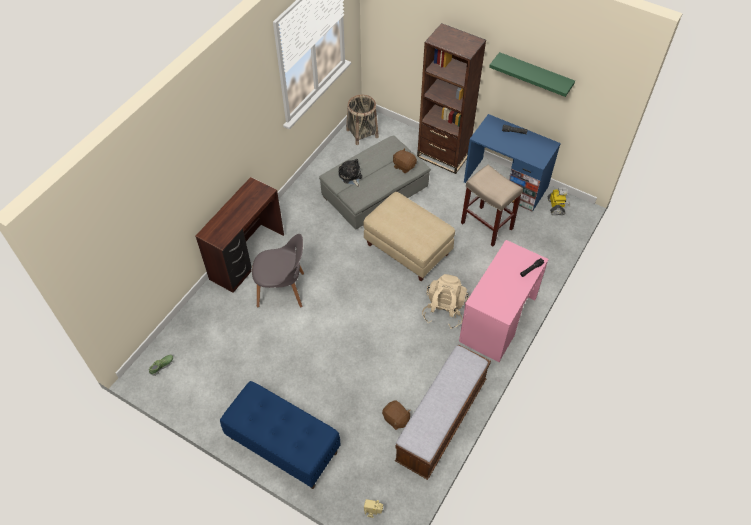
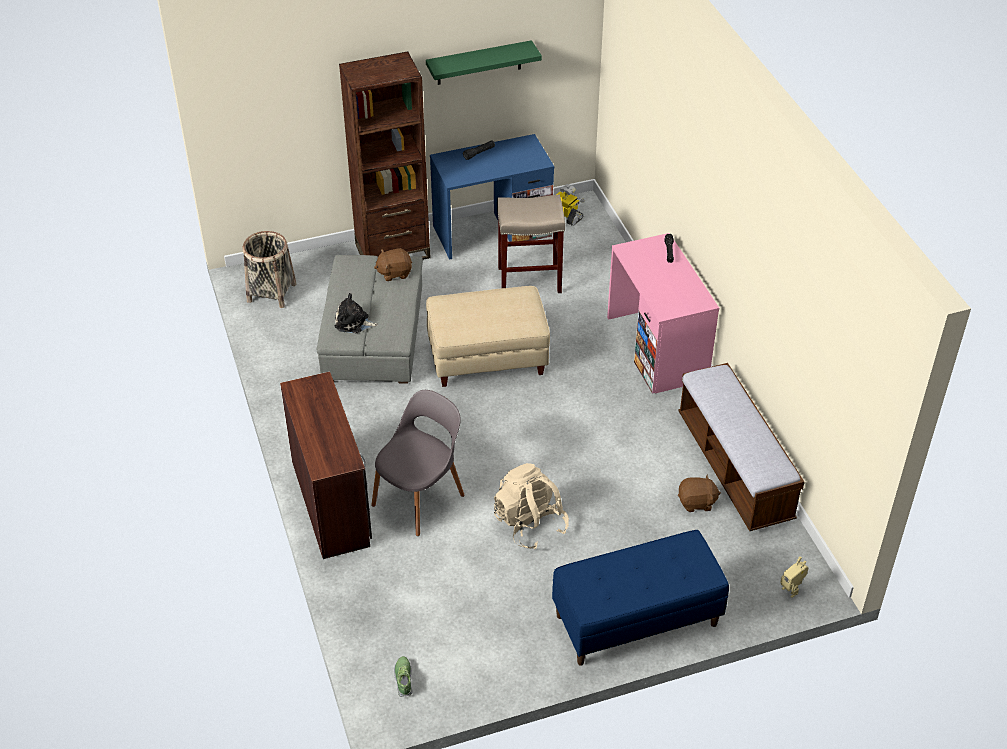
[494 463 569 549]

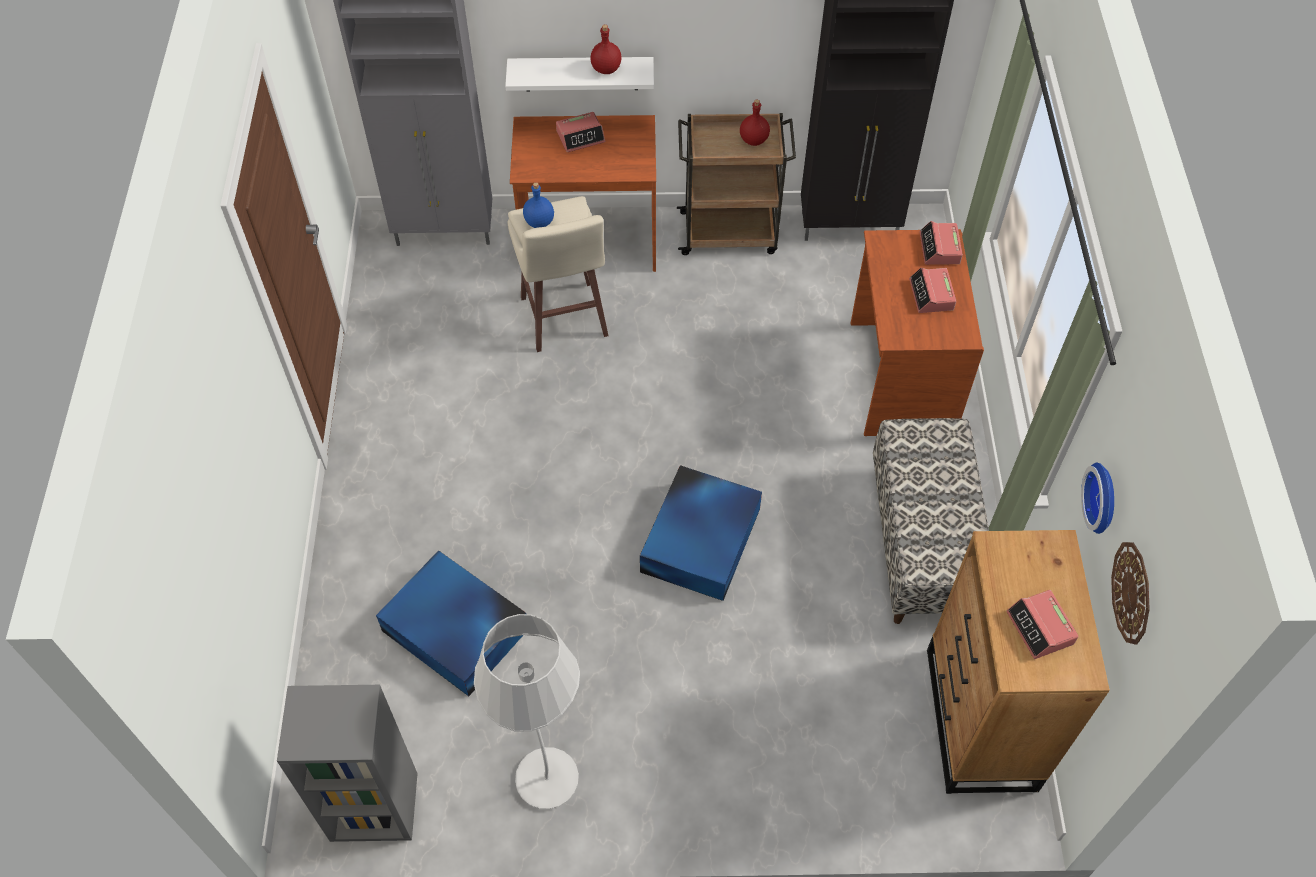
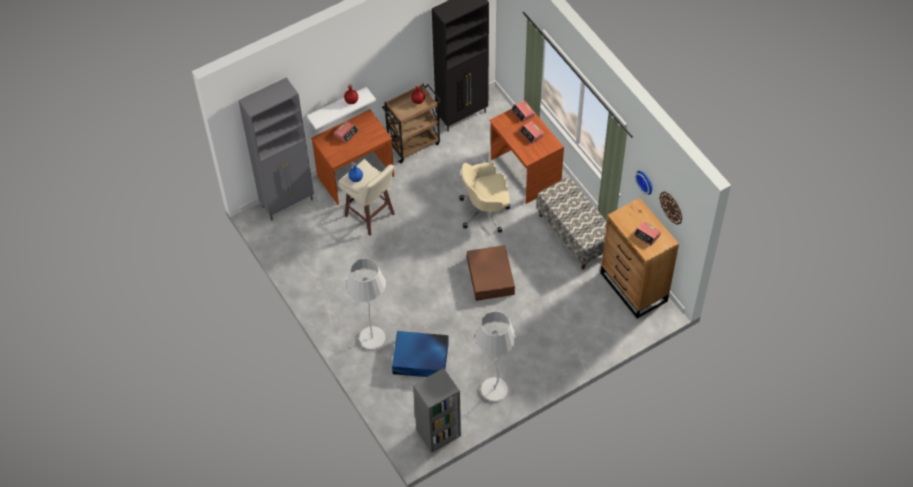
[346 258 386 349]
[459 162 510 233]
[467 245 515 301]

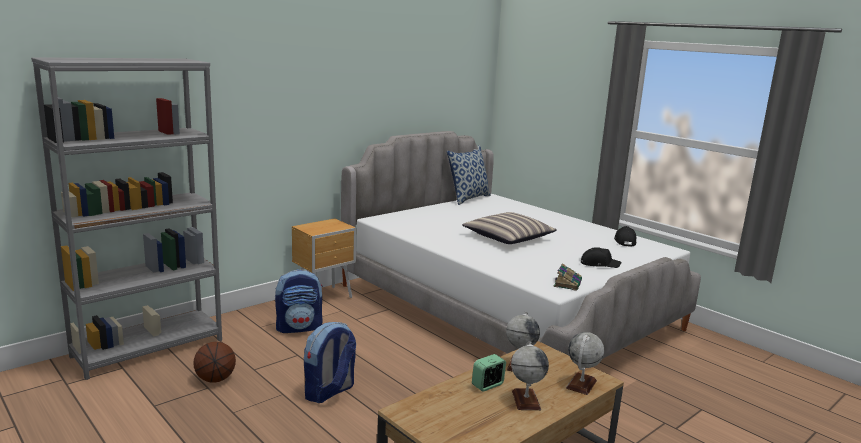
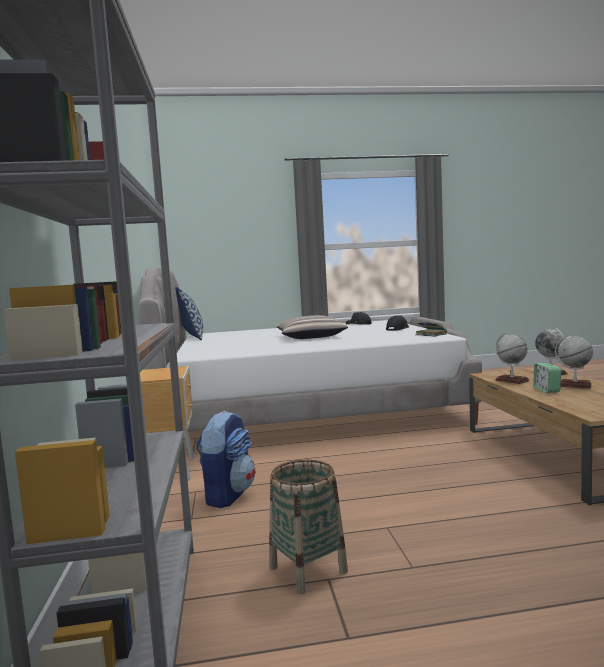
[269 460 348 594]
[304 322 356 403] (first image)

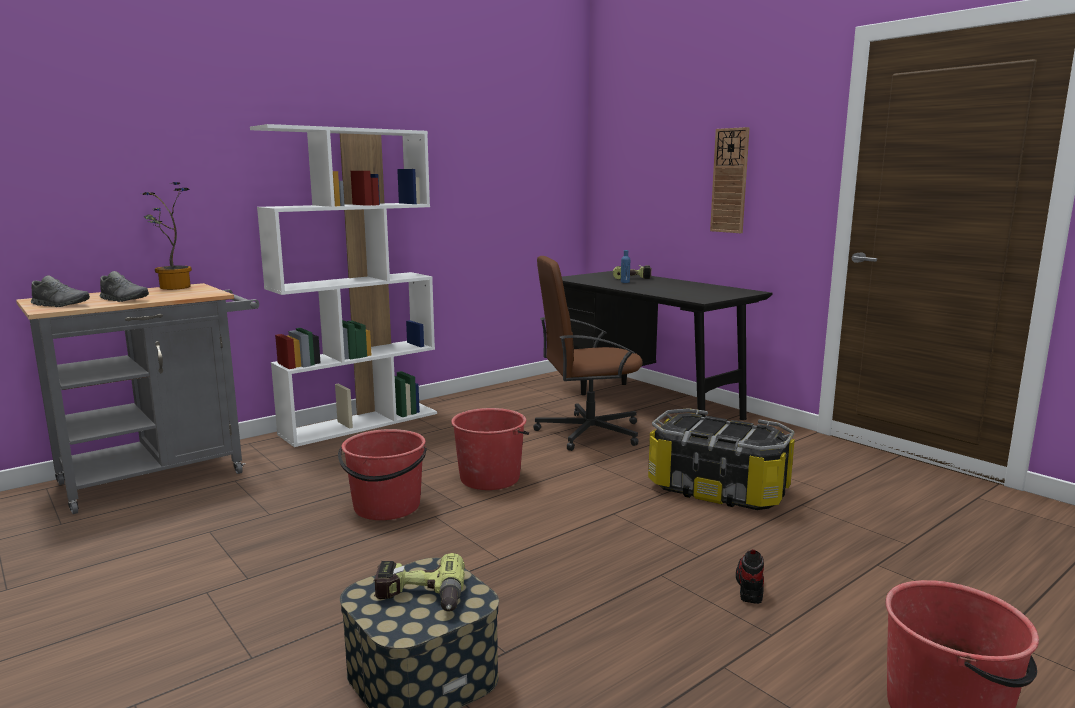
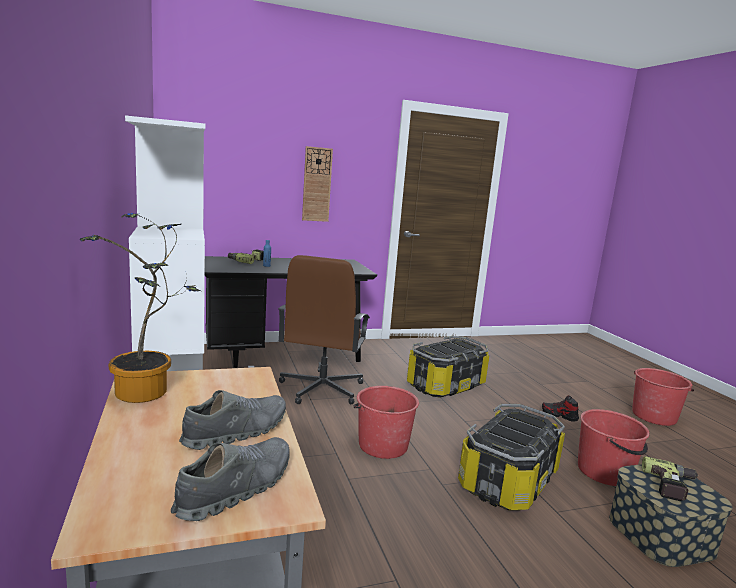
[458 404 565 510]
[578 409 650 486]

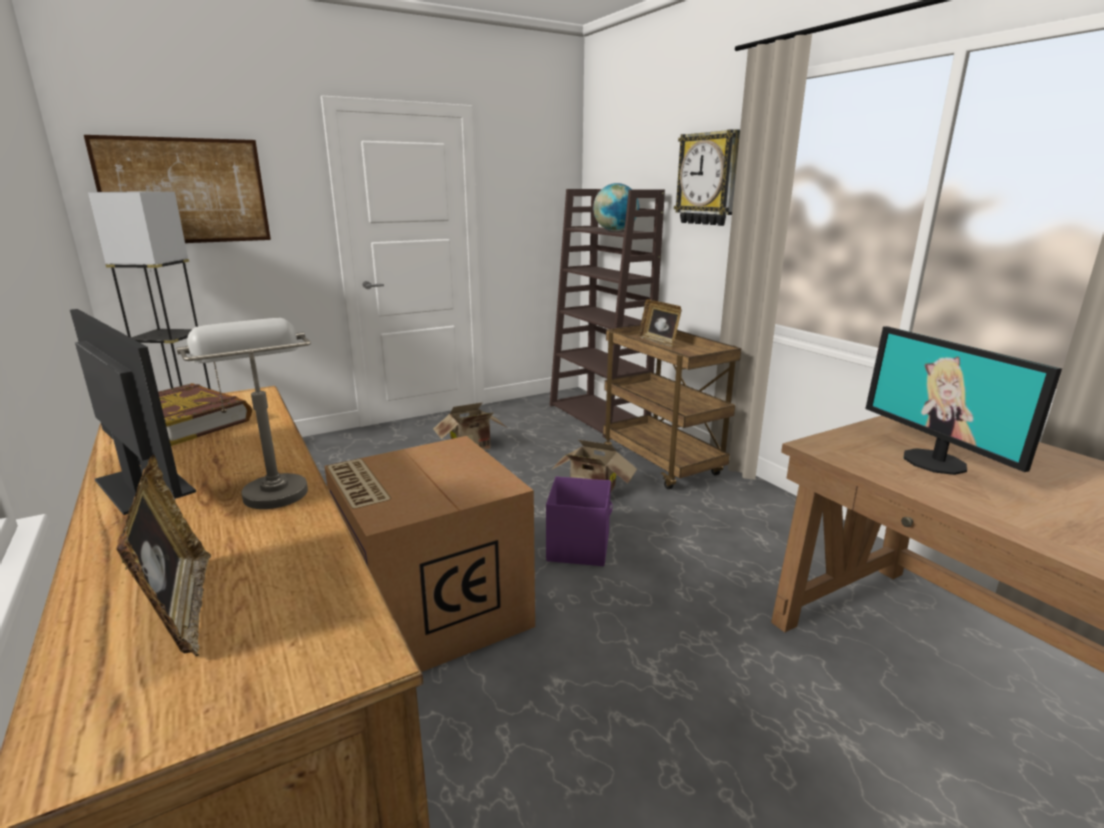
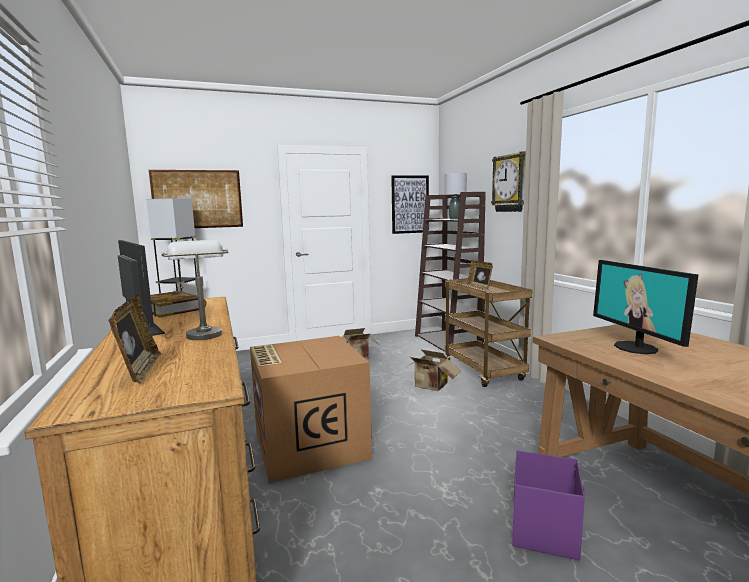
[391 175 429 234]
[445 173 467 220]
[512 450 585 560]

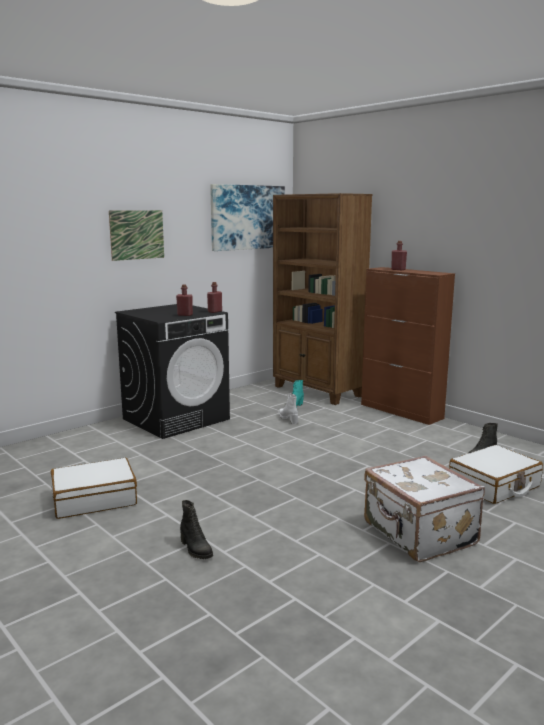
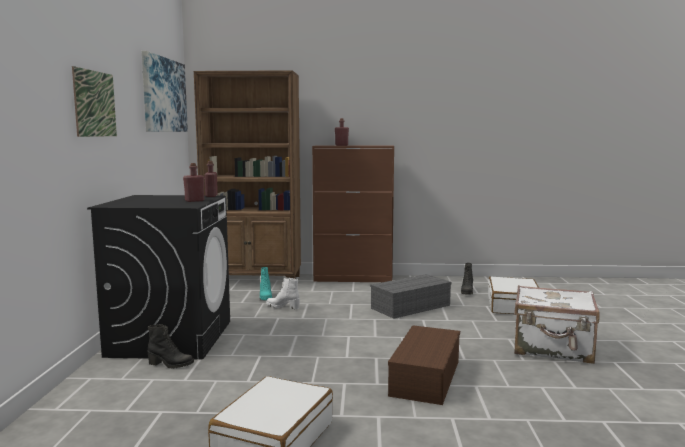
[148 324 194 368]
[370 274 451 319]
[388 325 460 405]

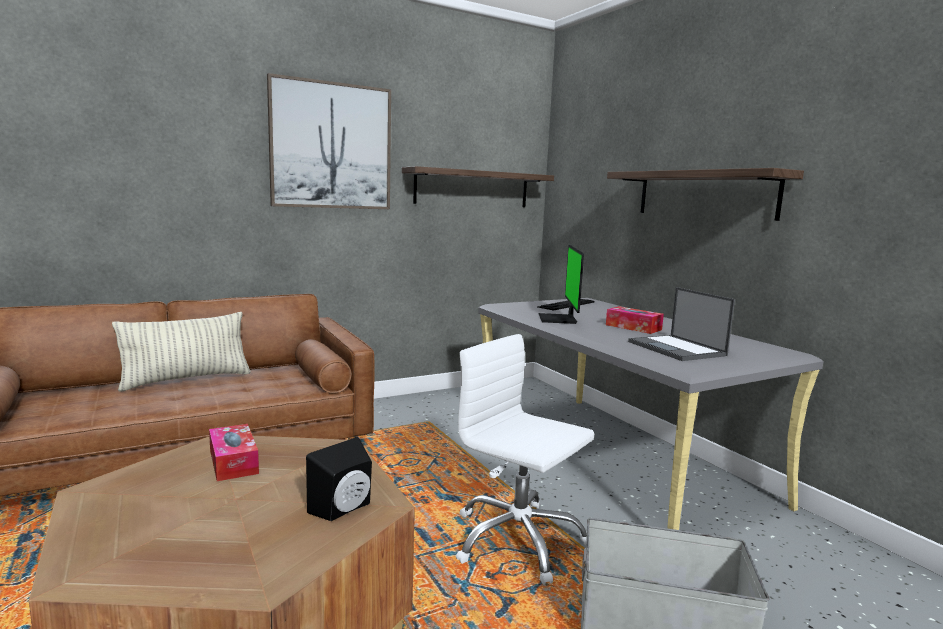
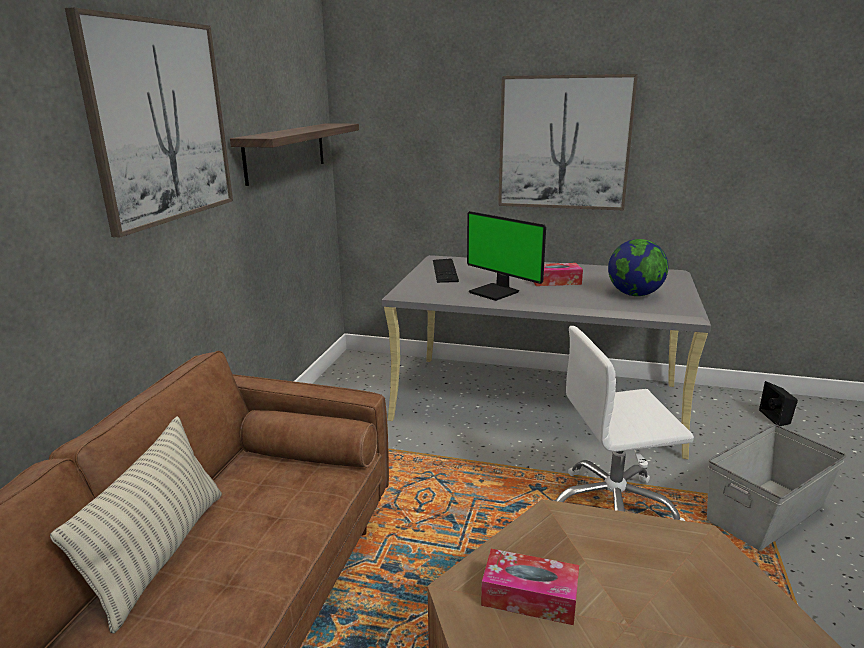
[498 74 638 210]
[608 239 668 296]
[759 381 798 426]

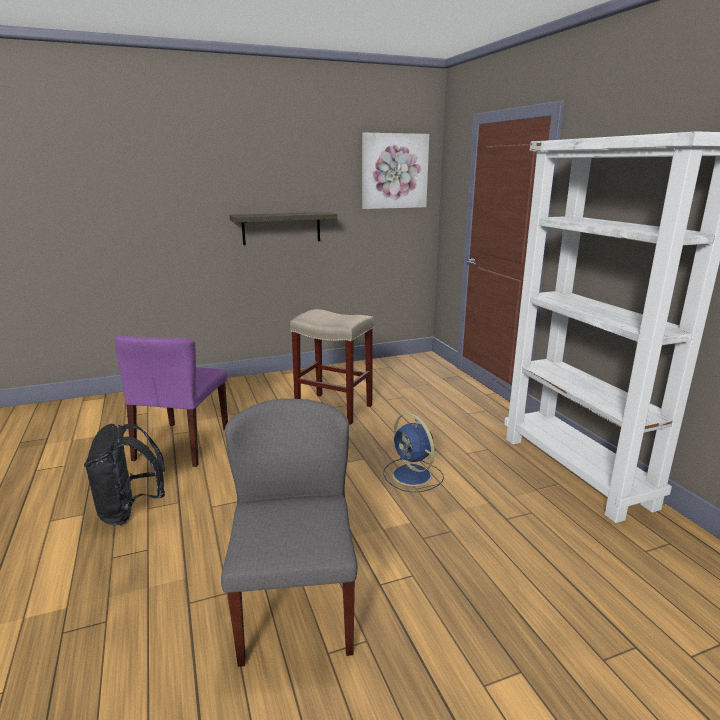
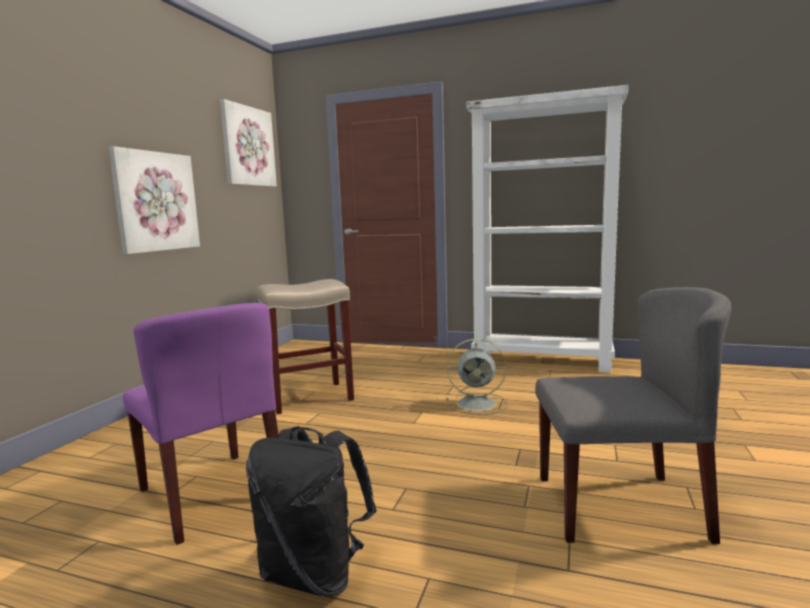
[109 146 200 254]
[446 339 507 415]
[535 287 732 544]

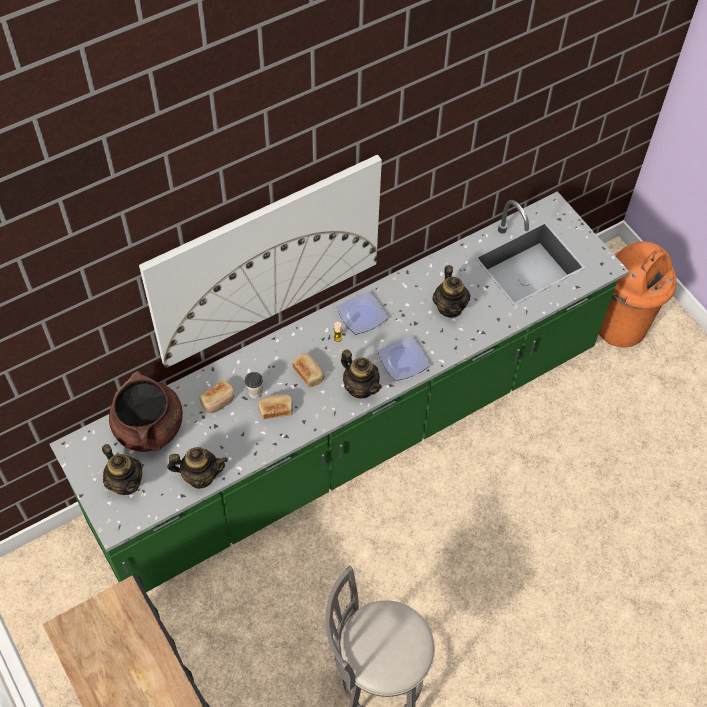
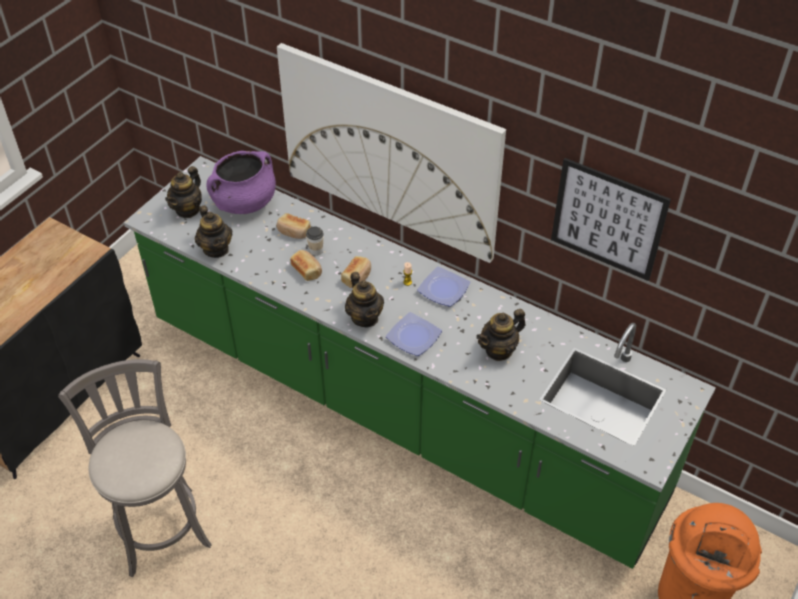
[206 151 276 214]
[345 272 384 327]
[551 158 671 281]

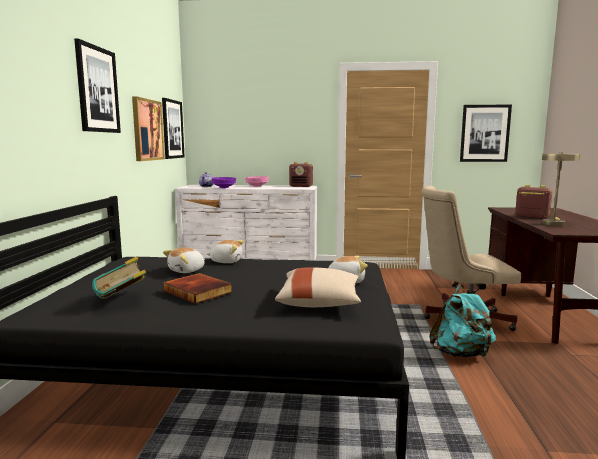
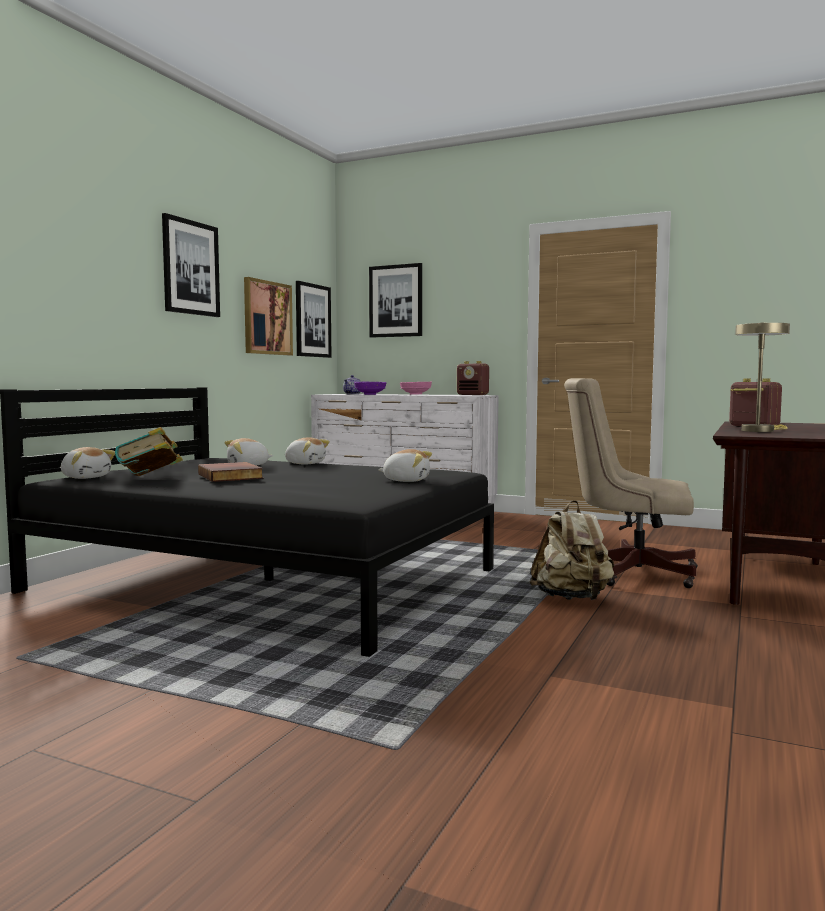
[61 447 115 479]
[369 263 422 338]
[529 500 615 600]
[275 267 361 307] (first image)

